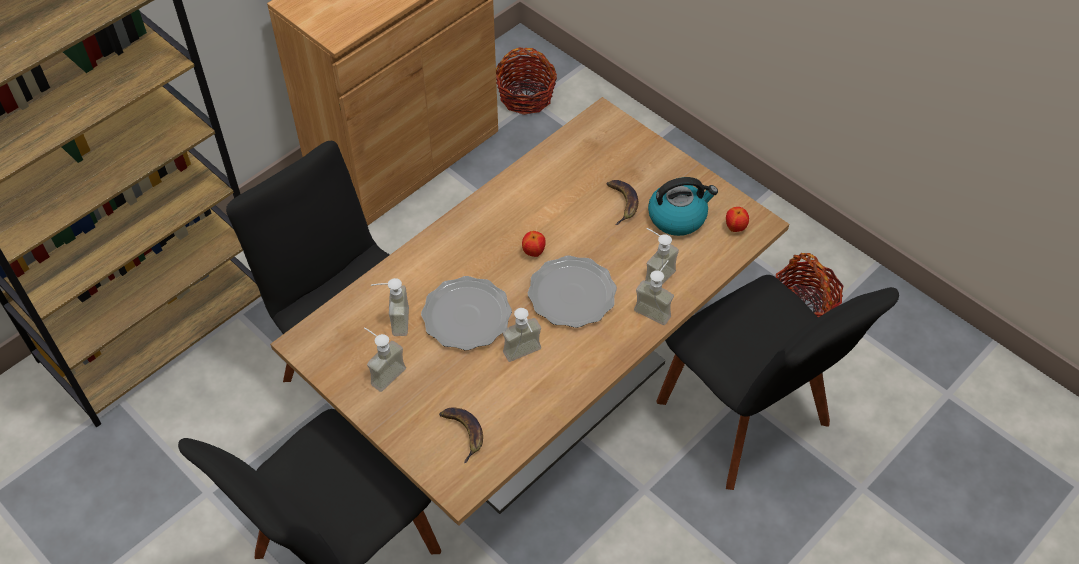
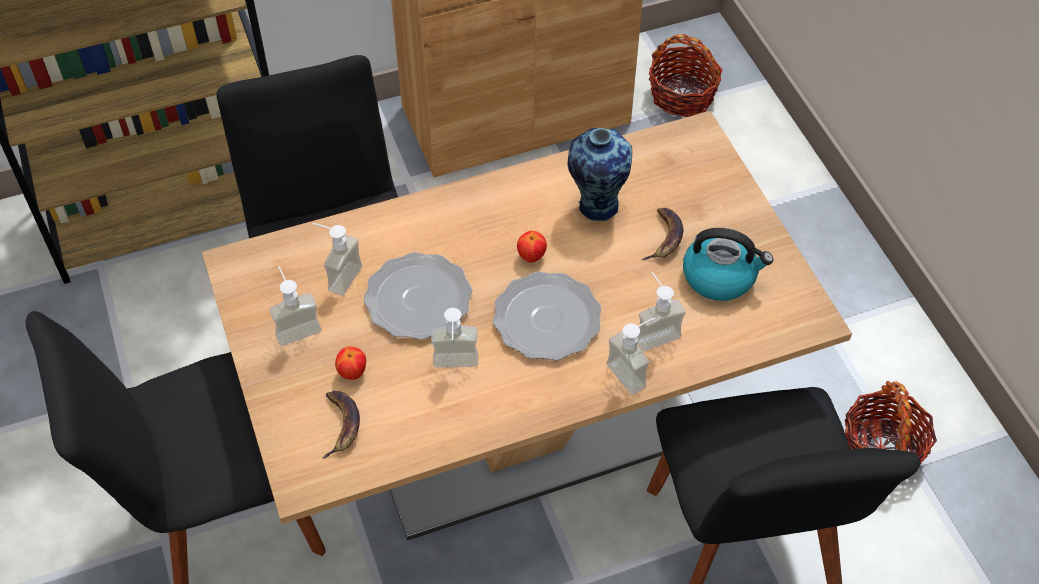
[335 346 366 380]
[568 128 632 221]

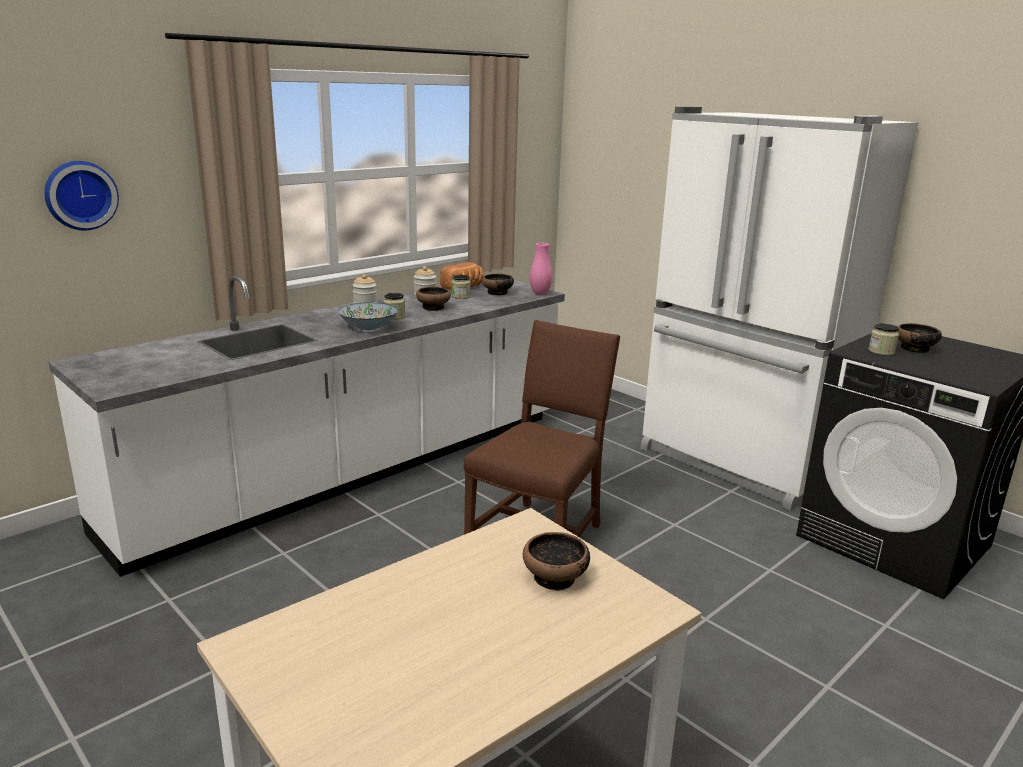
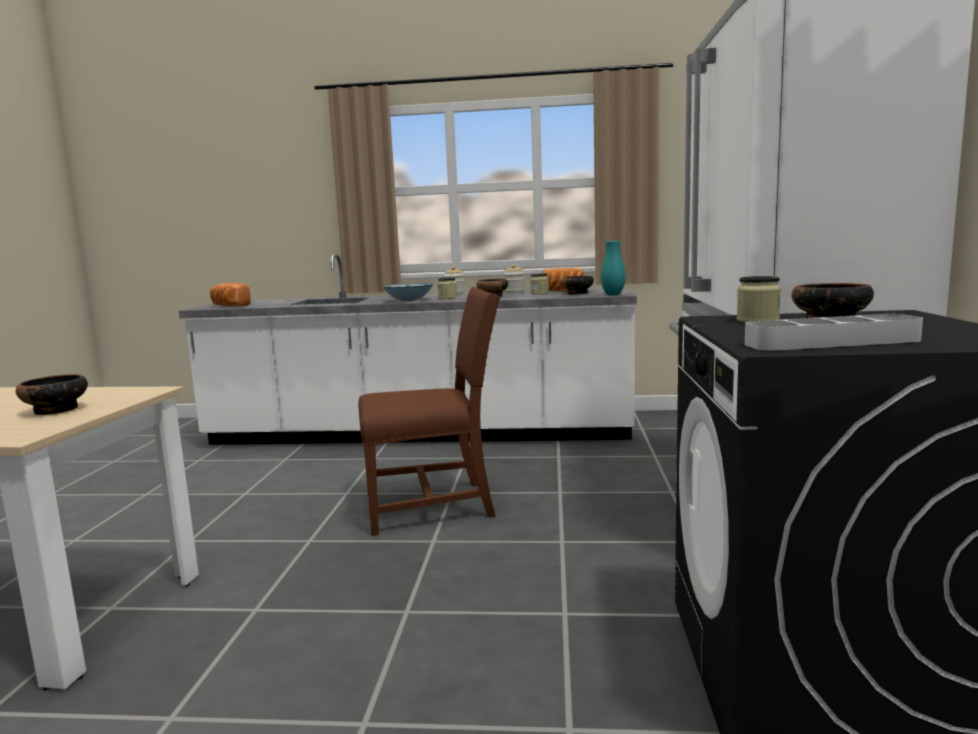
[210 283 251 306]
[601 241 626 295]
[745 314 923 351]
[44 161 119 230] (first image)

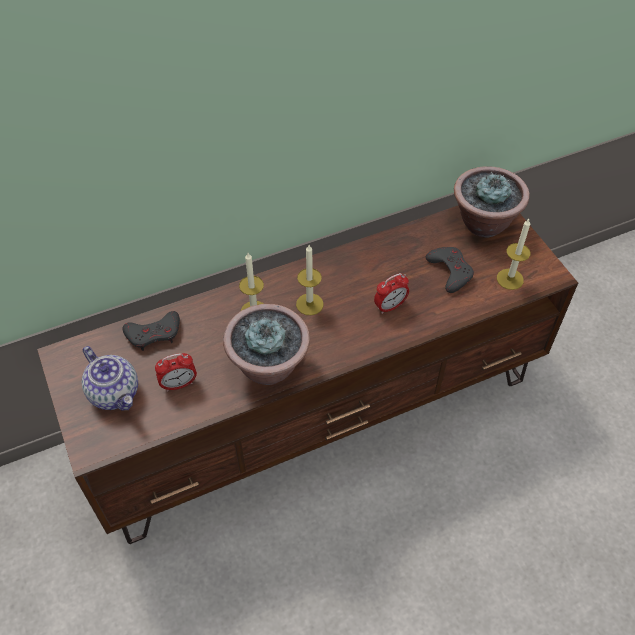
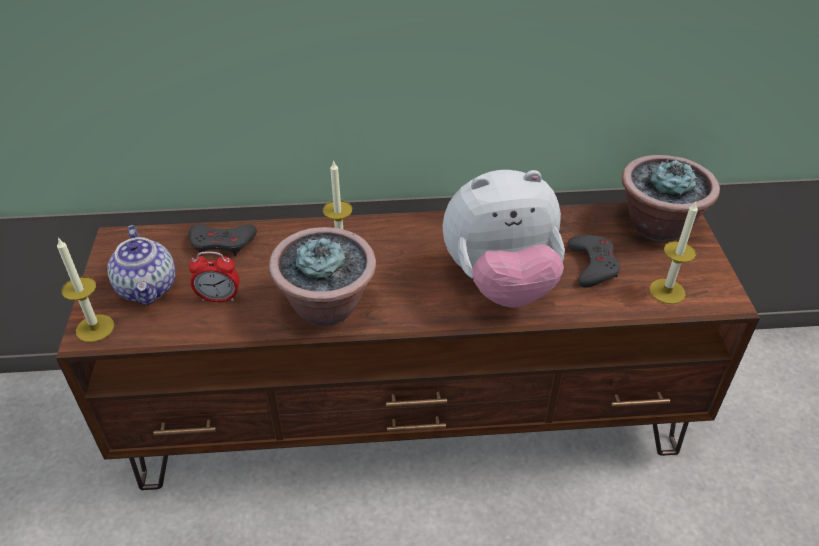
[57 237 114 342]
[443 170 565 307]

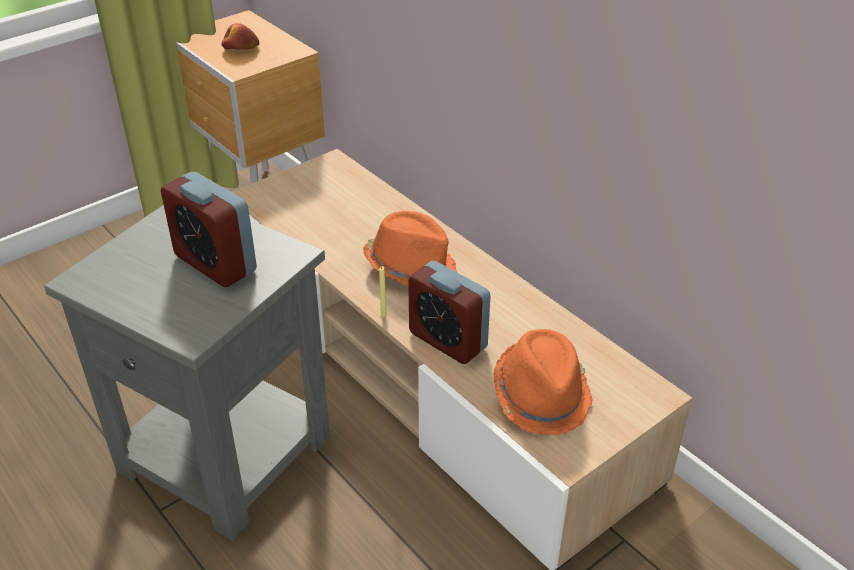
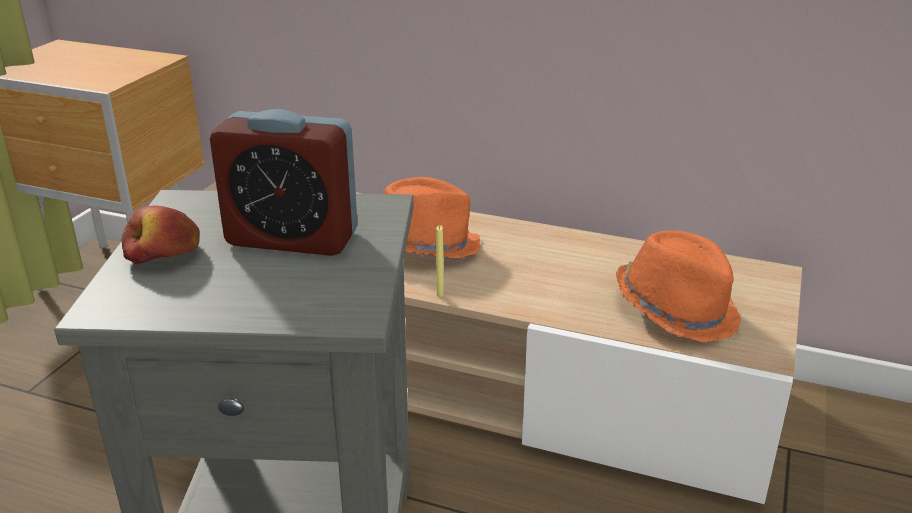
[122 206 200 265]
[408 261 491 364] (first image)

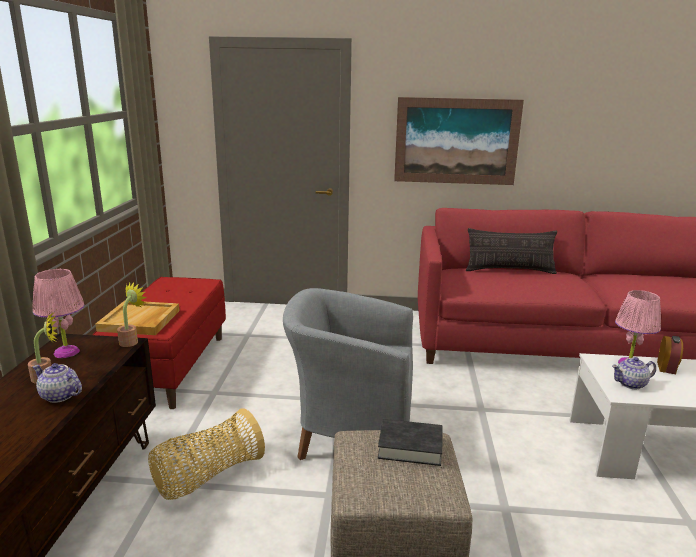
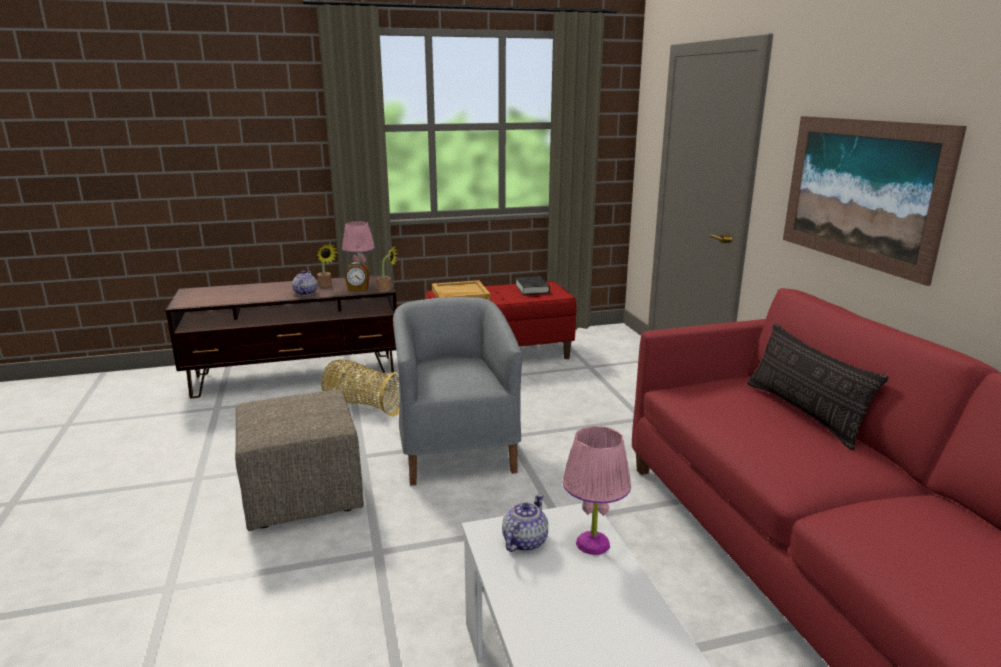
[345 262 370 291]
[502 494 548 552]
[516 276 550 295]

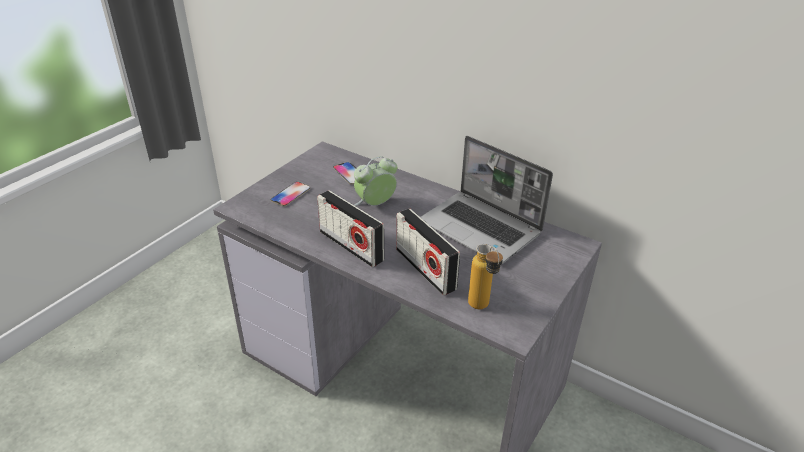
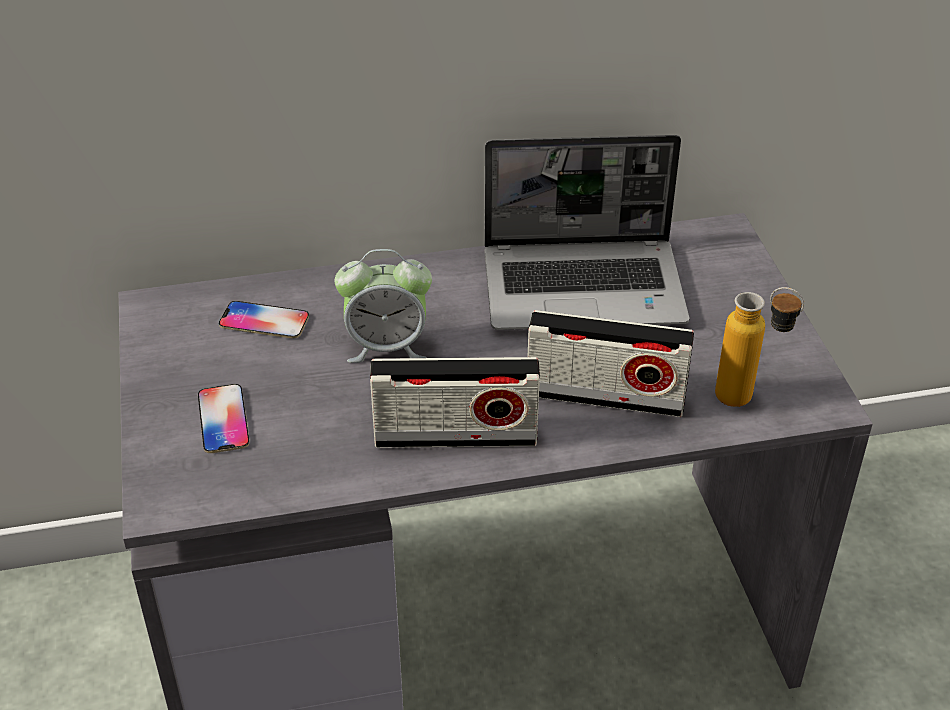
[335 249 432 363]

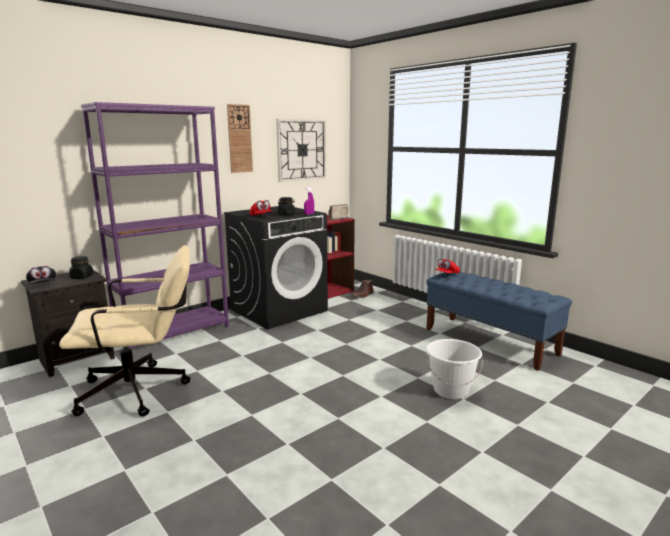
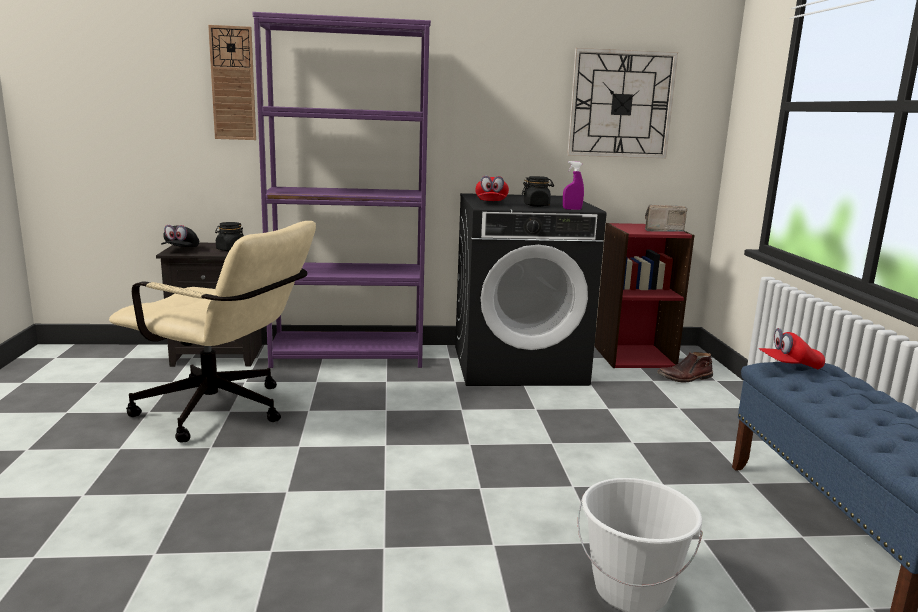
[208 25 256 140]

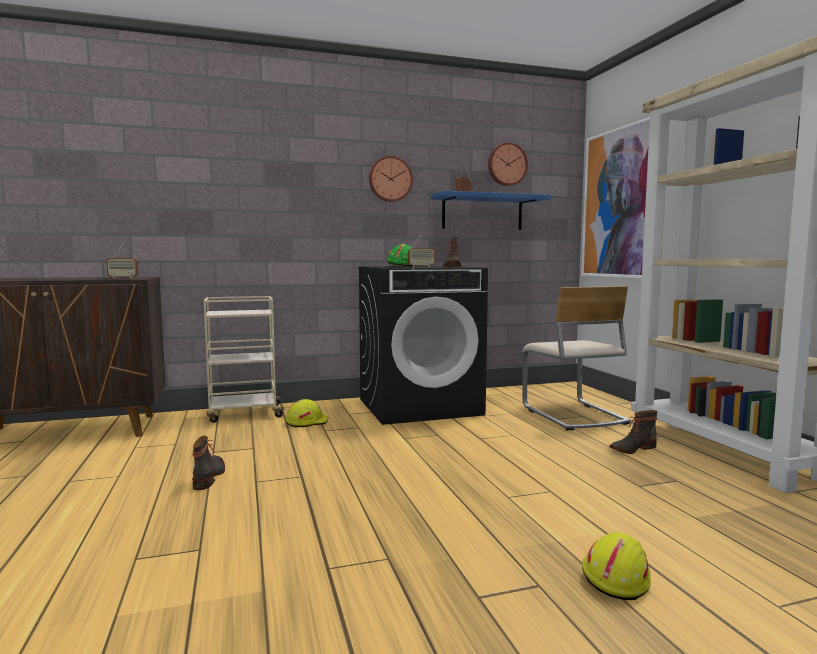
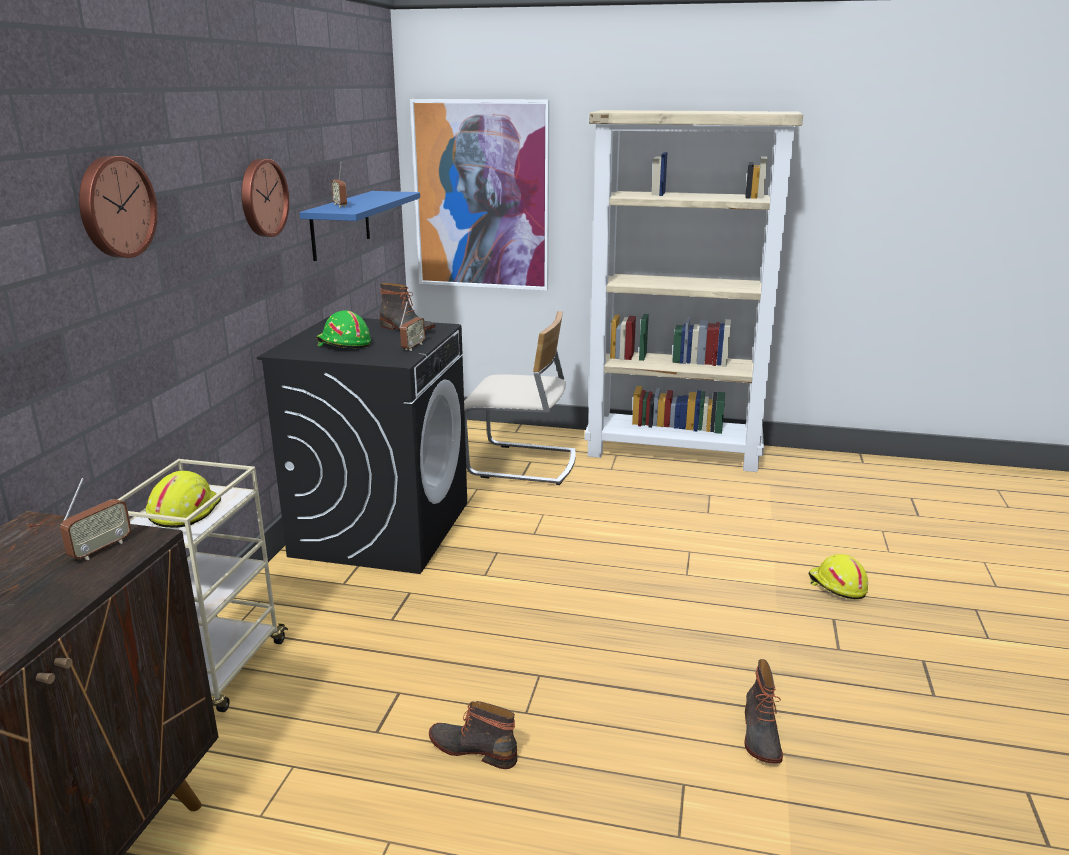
[79 156 158 258]
[146 471 221 528]
[745 659 783 764]

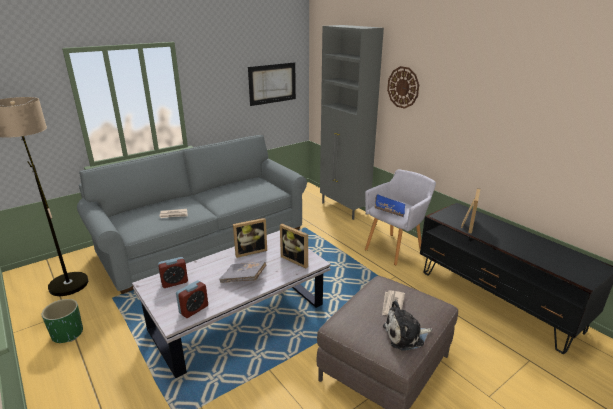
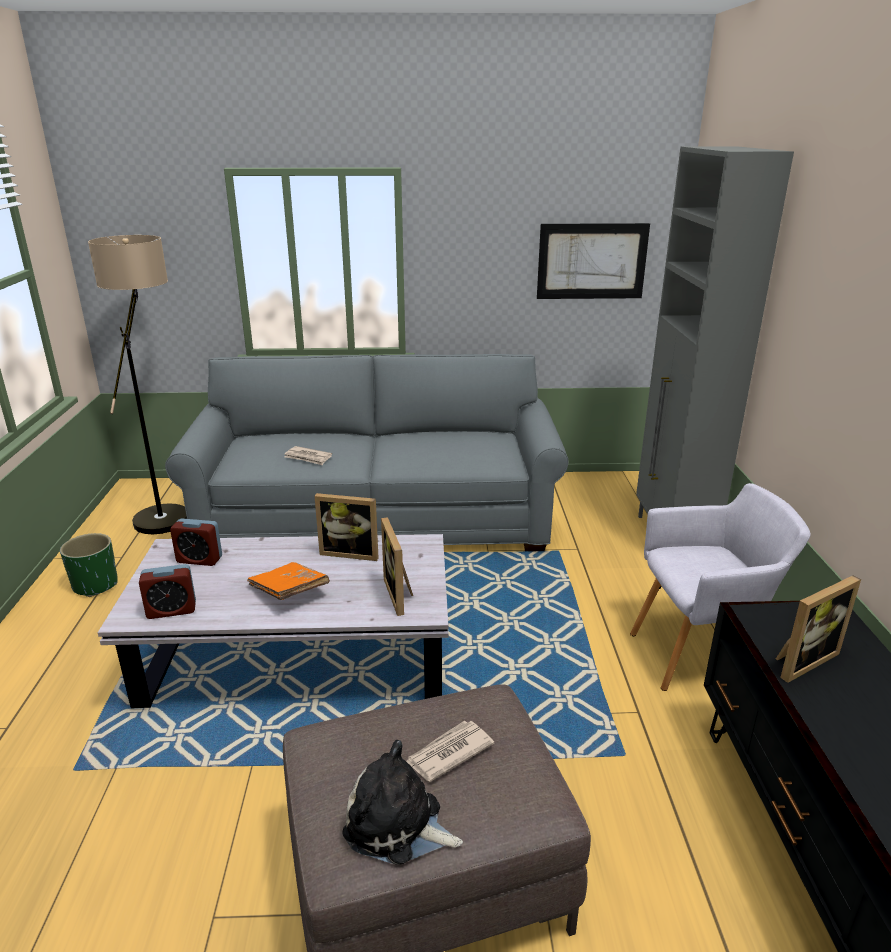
[247 562 330 600]
[375 194 405 217] (first image)
[387 66 419 109] (first image)

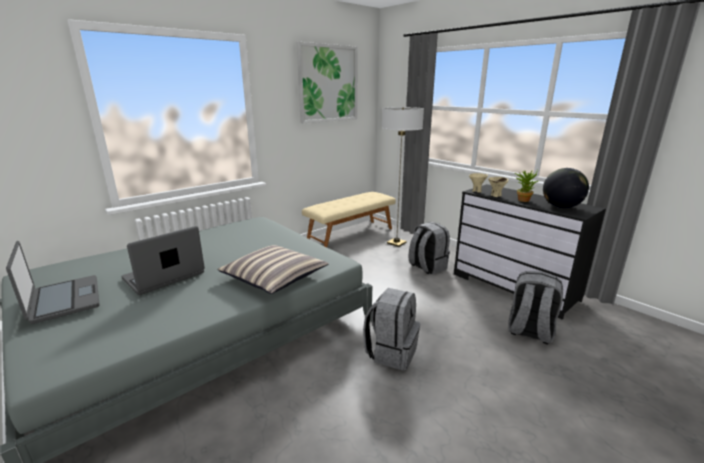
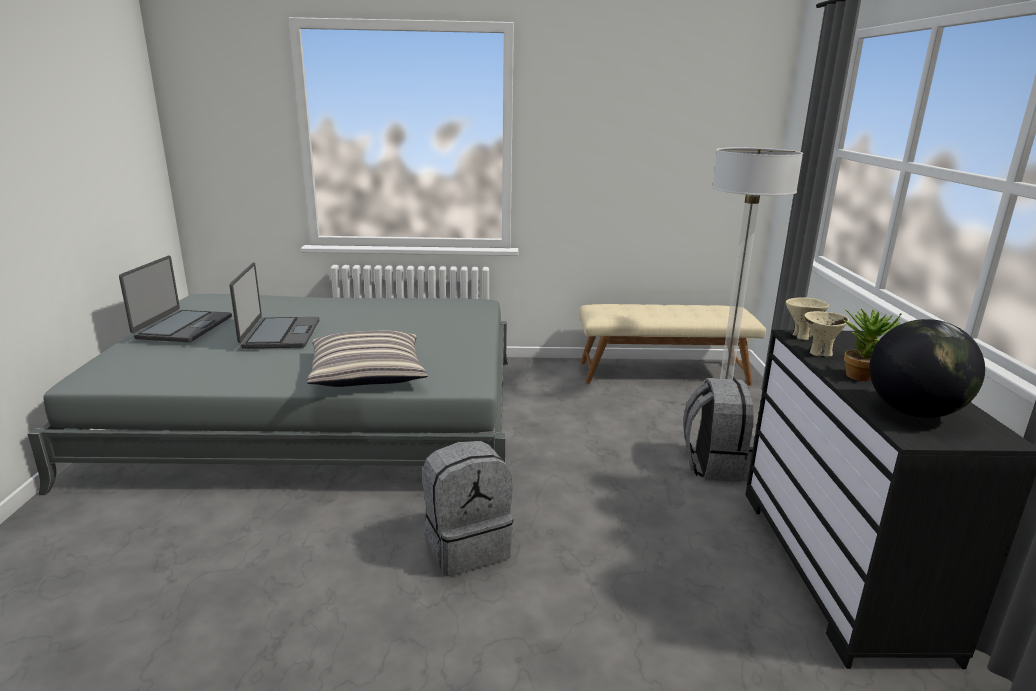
[229 262 319 349]
[297 42 358 123] (first image)
[508 271 563 344] (first image)

